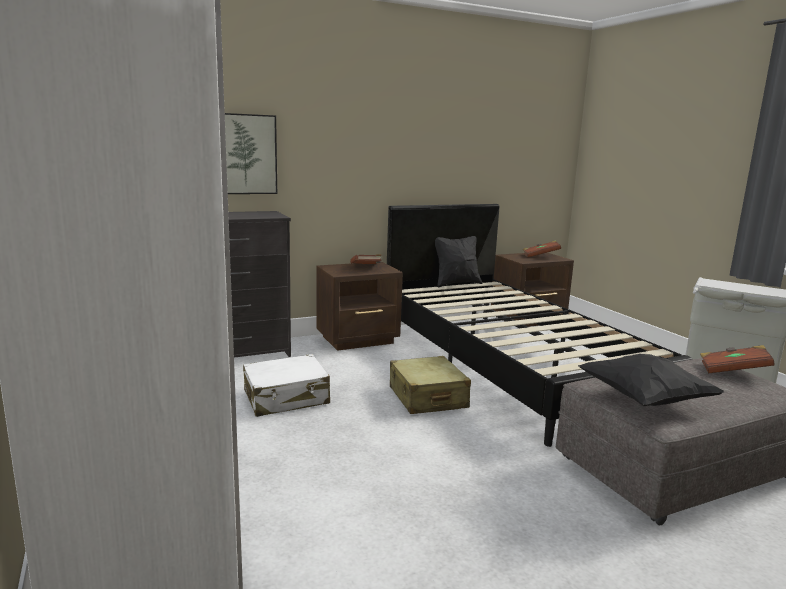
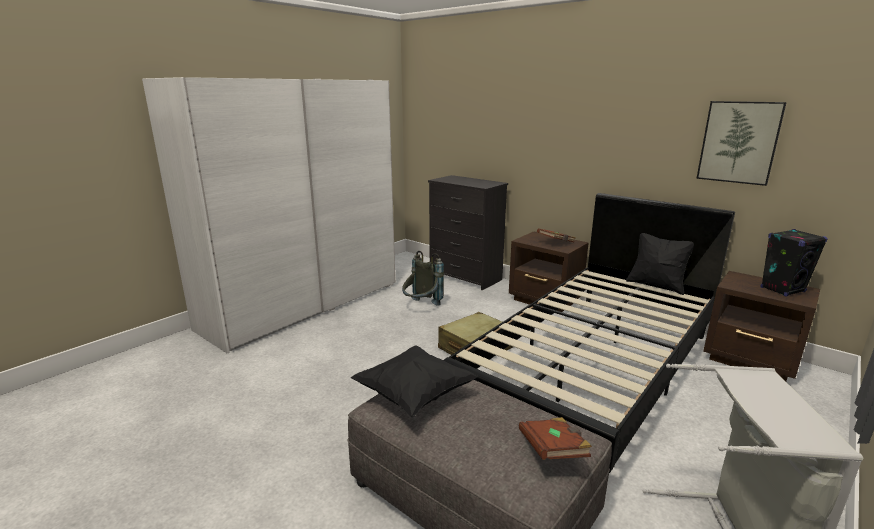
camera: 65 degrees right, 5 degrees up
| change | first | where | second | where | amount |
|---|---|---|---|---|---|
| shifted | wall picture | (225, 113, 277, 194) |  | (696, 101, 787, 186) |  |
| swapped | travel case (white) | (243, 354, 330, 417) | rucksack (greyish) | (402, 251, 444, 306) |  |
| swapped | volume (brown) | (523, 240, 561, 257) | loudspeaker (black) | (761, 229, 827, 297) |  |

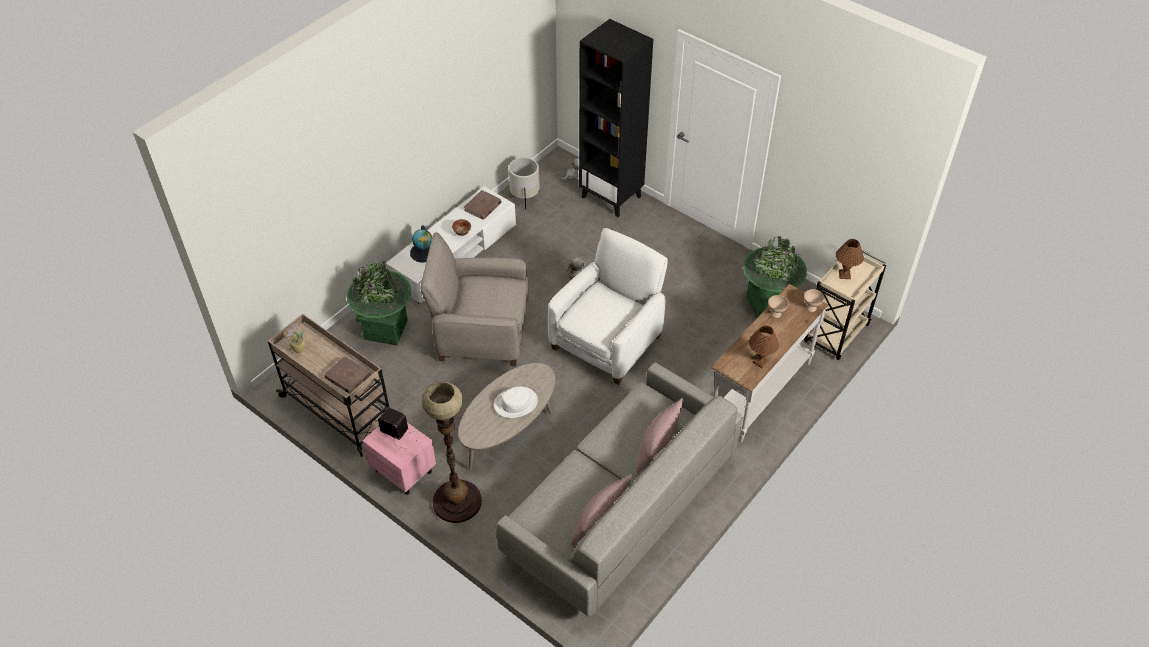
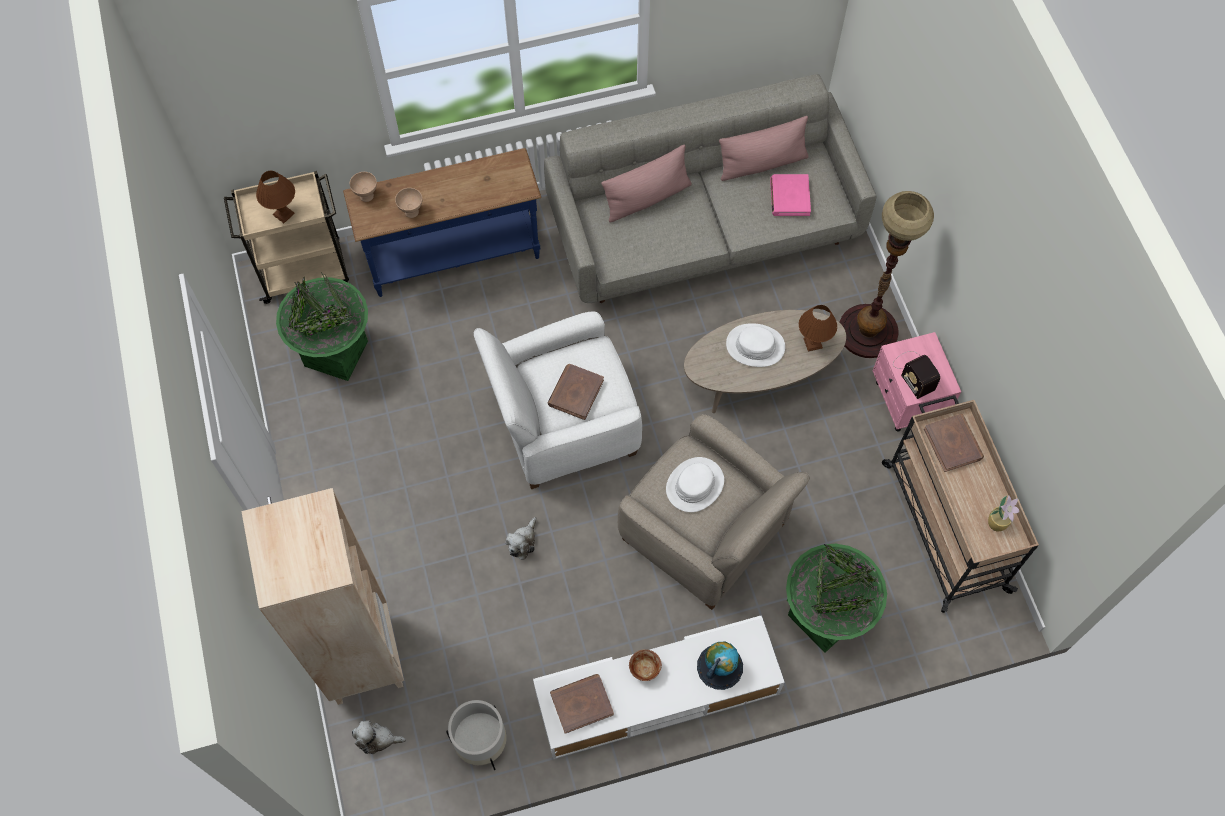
camera: 145 degrees left, 15 degrees up
| change | first | where | second | where | amount |
|---|---|---|---|---|---|
| new |  |  | volume (brown) | (548, 364, 604, 420) |  |
| new |  |  | wearable hat (white) | (666, 457, 724, 512) |  |
| new |  |  | volume (pink-coloured) | (770, 174, 811, 216) |  |
| shifted | table lamp (brown) | (749, 326, 779, 368) |  | (799, 305, 837, 352) |  |
| repainted | shelving unit (black) | (579, 19, 653, 217) | shelving unit (beige-coloured) | (241, 488, 404, 705) |  |
| repainted | hall table (white) | (711, 284, 828, 442) | hall table (blue-coloured) | (343, 148, 541, 297) |  |

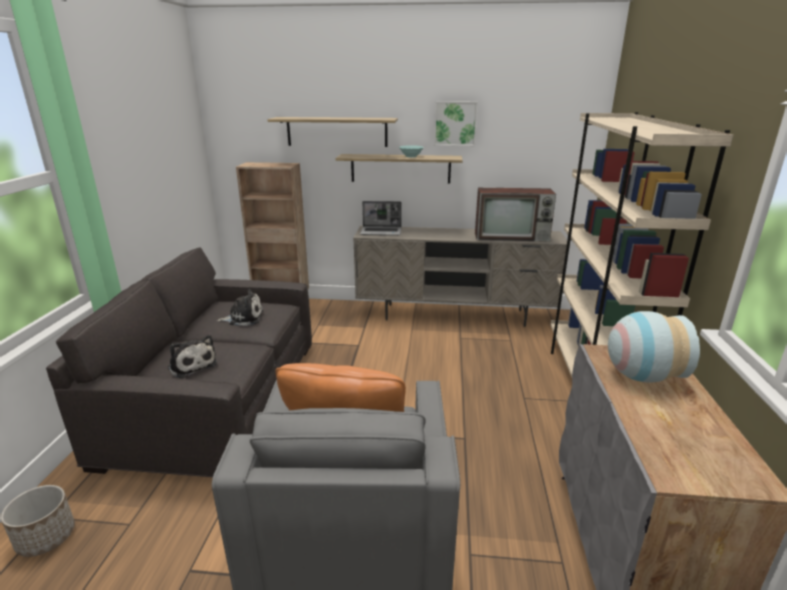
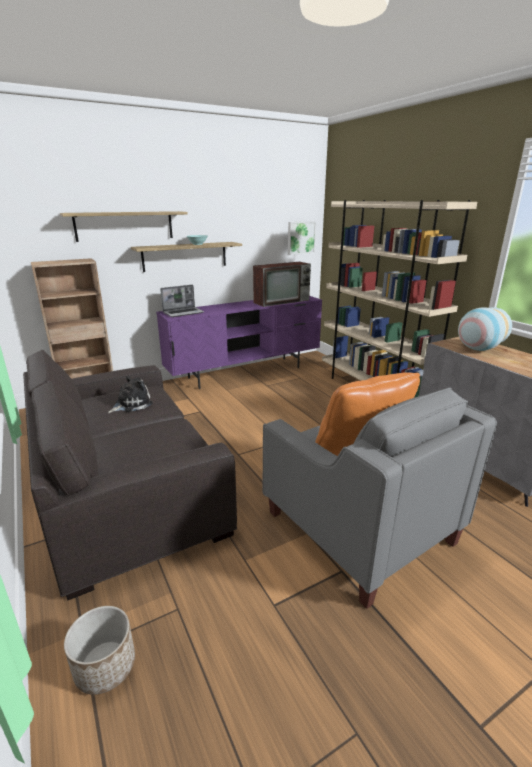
camera: 35 degrees left, 0 degrees up
| change | first | where | second | where | amount |
|---|---|---|---|---|---|
| gone | cuddly toy | (168, 335, 217, 379) |  |  |  |
| shifted | wall picture | (434, 101, 478, 146) |  | (288, 221, 316, 255) |  |
| repainted | media console (beige-coloured) | (353, 226, 567, 327) | media console (purple-coloured) | (156, 296, 322, 389) |  |

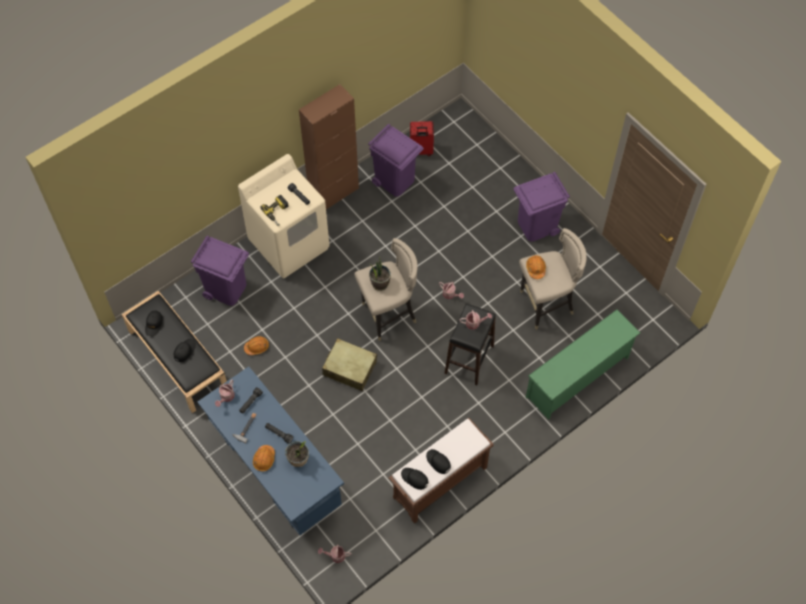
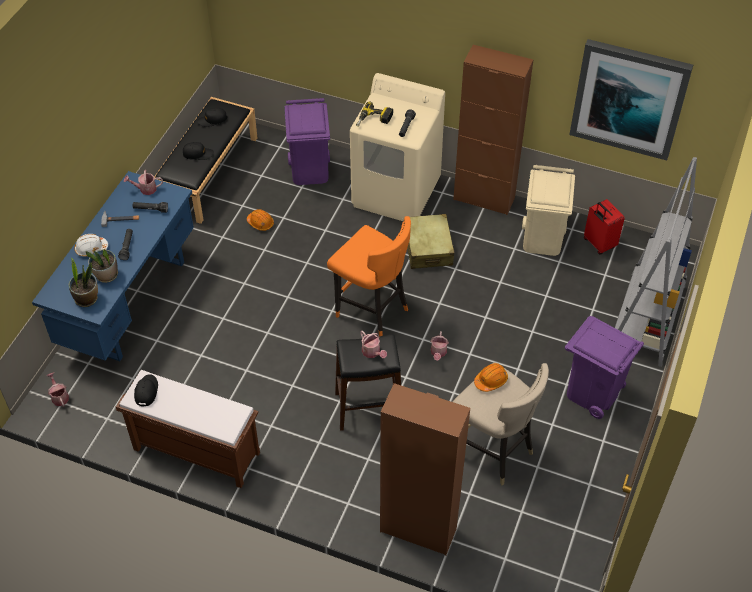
camera: 60 degrees right, 10 degrees down
| change | first | where | second | where | amount |
|---|---|---|---|---|---|
| gone | peaked cap (black) | (426, 449, 451, 474) |  |  |  |
| new |  |  | wall picture | (569, 39, 693, 161) |  |
| new |  |  | shelving unit (greyish) | (615, 157, 697, 367) |  |
| shifted | travel case (beige-coloured) | (322, 338, 377, 391) |  | (407, 214, 454, 269) |  |
| shifted | plant in a pot | (369, 257, 391, 291) |  | (69, 258, 98, 307) |  |
| swapped | shoe shelf (green-coloured) | (526, 309, 640, 420) | storage cabinet (brown) | (380, 383, 470, 555) |  |
| repainted | hard hat (orange-coloured) | (253, 445, 275, 471) | hard hat (white) | (75, 234, 108, 257) |  |
| repainted | stool seat (beige-coloured) | (354, 238, 418, 341) | stool seat (orange-coloured) | (327, 216, 411, 336) |  |
| repainted | waste bin (purple-coloured) | (368, 124, 423, 196) | waste bin (beige-coloured) | (522, 165, 575, 256) |  |

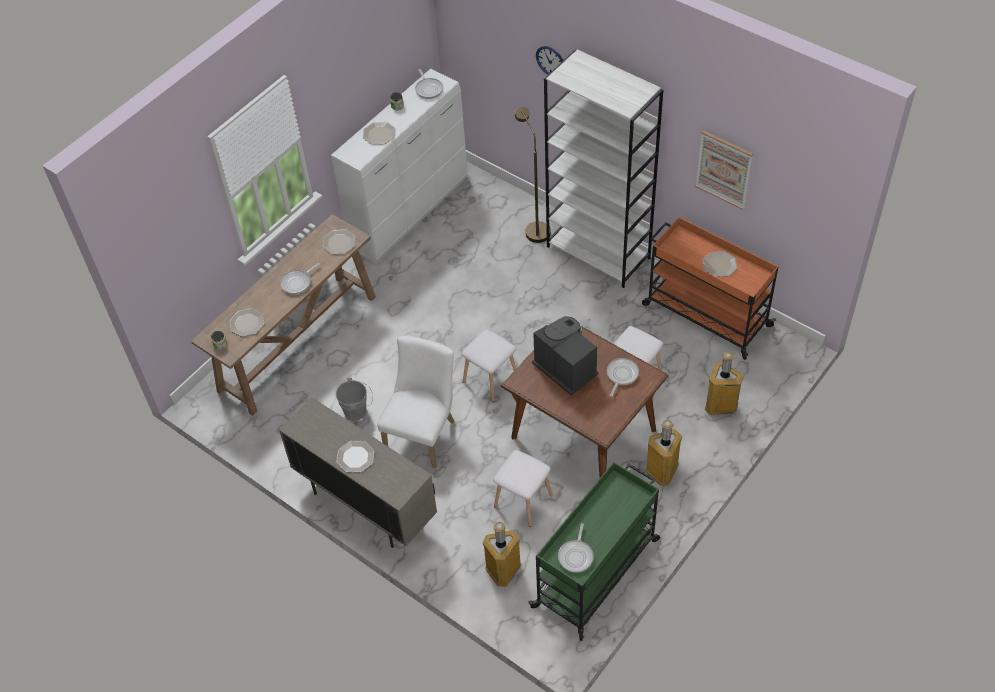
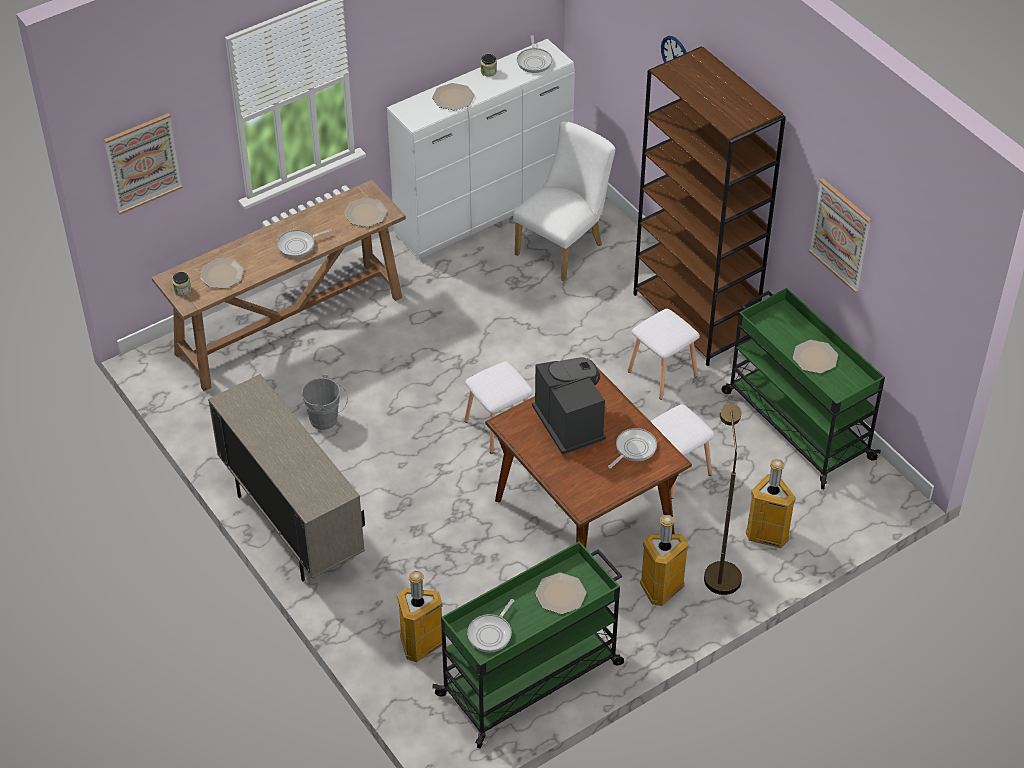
camera: 15 degrees right, 5 degrees down
| change | first | where | second | where | amount |
|---|---|---|---|---|---|
| new |  |  | wall picture | (104, 113, 182, 214) |  |
| shifted | plate | (336, 441, 375, 473) |  | (535, 573, 586, 614) |  |
| shifted | chair (white) | (377, 336, 455, 468) |  | (513, 121, 615, 282) |  |
| shifted | stool seat (white) | (493, 450, 553, 527) |  | (627, 309, 700, 400) |  |
| shifted | floor lamp (brown) | (515, 107, 551, 243) |  | (704, 403, 742, 595) |  |
| repainted | shelving unit (white) | (544, 49, 663, 288) | shelving unit (brown) | (633, 47, 786, 366) |  |
| repainted | cart (orange-coloured) | (642, 217, 778, 360) | cart (green-coloured) | (721, 288, 885, 489) |  |

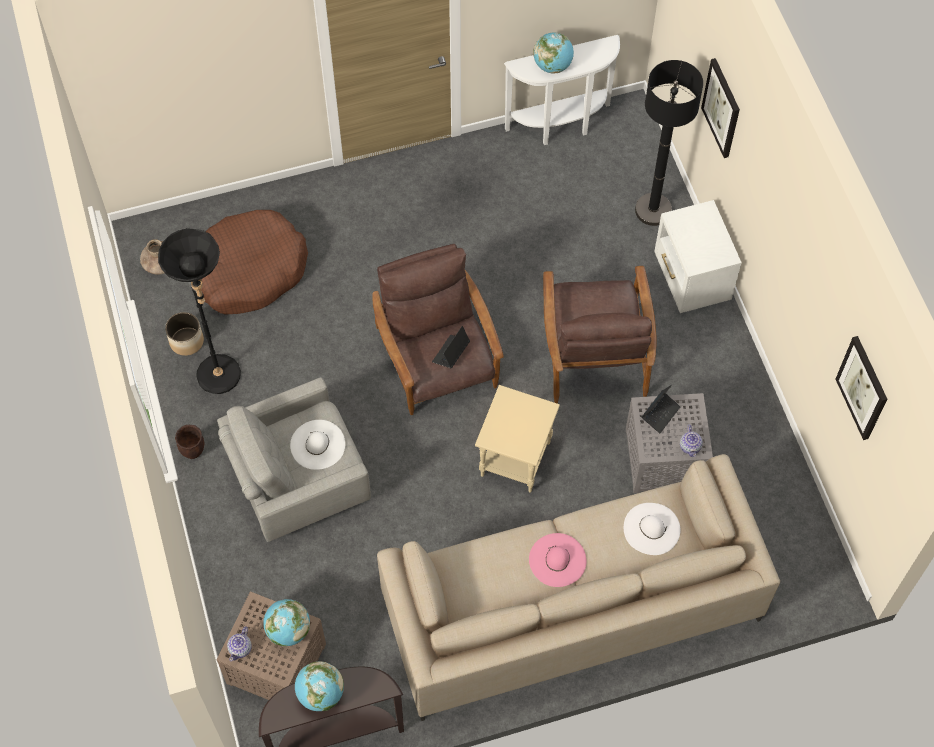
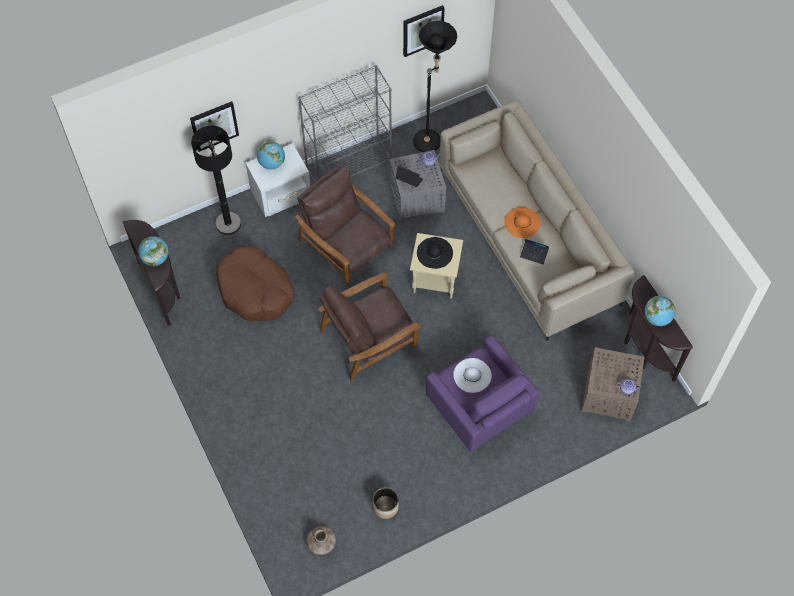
camera: 100 degrees left, 0 degrees up
| change | first | where | second | where | amount |
|---|---|---|---|---|---|
| gone | plant pot (brown) | (175, 425, 205, 459) |  |  |  |
| gone | wearable hat (white) | (624, 503, 680, 555) |  |  |  |
| new |  |  | shelving unit (greyish) | (298, 65, 392, 182) |  |
| new |  |  | wearable hat (black) | (417, 237, 453, 269) |  |
| shifted | floor lamp (black) | (158, 228, 241, 394) |  | (413, 20, 457, 152) |  |
| shifted | dog cushion (brown) | (192, 210, 308, 314) |  | (216, 247, 295, 322) |  |
| shifted | world globe | (263, 599, 310, 646) |  | (257, 141, 285, 170) |  |
| shifted | laptop | (432, 326, 470, 368) |  | (520, 239, 549, 265) |  |
| repainted | lounge chair (greyish) | (217, 378, 371, 542) | lounge chair (purple-coloured) | (426, 335, 539, 452) |  |
| repainted | hall table (white) | (504, 35, 620, 145) | hall table (brown) | (123, 220, 180, 326) |  |
| repainted | wearable hat (pink-coloured) | (529, 533, 587, 587) | wearable hat (orange-coloured) | (504, 207, 541, 238) |  |
| rotated | lounge chair (brown) | (543, 266, 656, 404) |  | (295, 166, 396, 286) | 120 degrees counterclockwise |

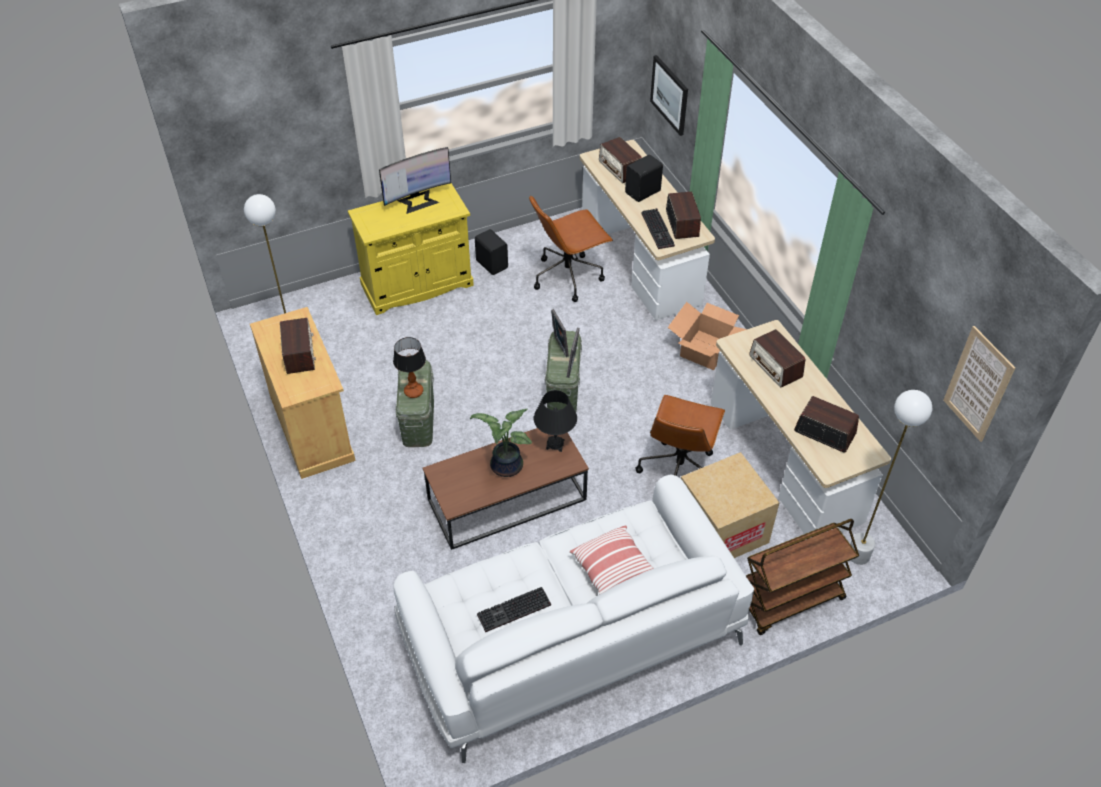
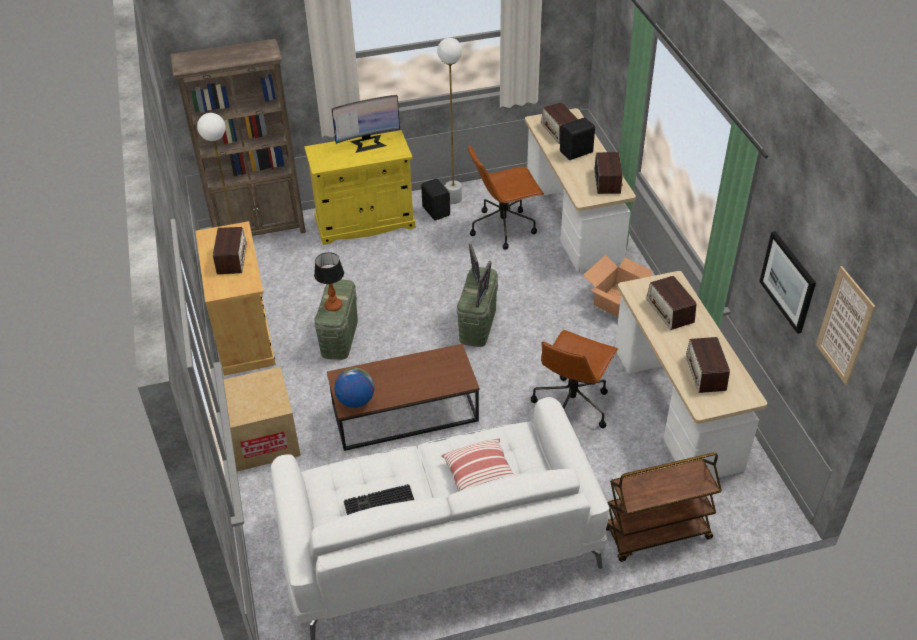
camera: 10 degrees right, 5 degrees down
| change | first | where | second | where | amount |
|---|---|---|---|---|---|
| gone | plant in a pot | (470, 409, 532, 477) |  |  |  |
| gone | table lamp (black) | (534, 390, 577, 452) |  |  |  |
| gone | computer keyboard | (642, 208, 675, 249) |  |  |  |
| new |  |  | shelving unit (brown) | (170, 39, 306, 236) |  |
| new |  |  | world globe | (334, 368, 374, 408) |  |
| shifted | wall picture | (650, 55, 688, 136) |  | (759, 231, 816, 334) |  |
| shifted | carton | (681, 452, 779, 558) |  | (223, 366, 301, 471) |  |
| shifted | floor lamp (white) | (850, 390, 932, 565) |  | (437, 38, 462, 204) |  |
| rotated | radio receiver | (794, 396, 859, 453) |  | (686, 337, 730, 393) | 135 degrees counterclockwise |

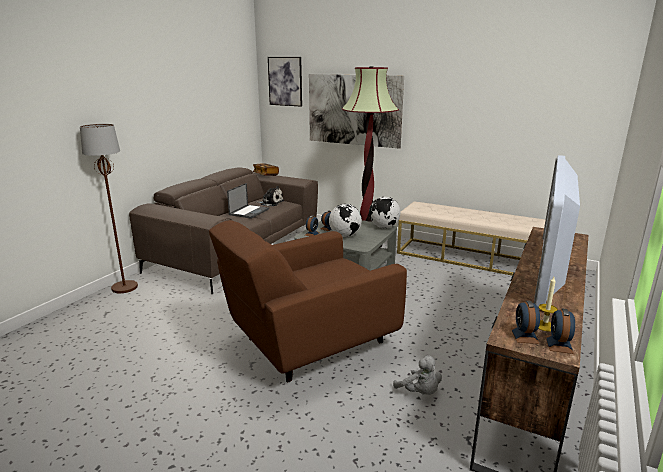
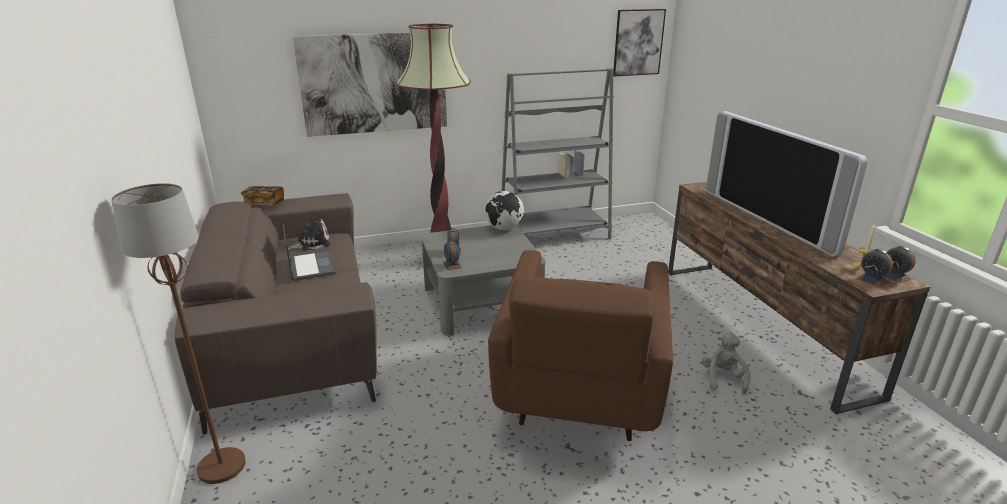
camera: 45 degrees left, 5 degrees up
| change | first | where | second | where | amount |
|---|---|---|---|---|---|
| gone | world globe | (329, 204, 362, 237) |  |  |  |
| shifted | wall picture | (268, 57, 302, 106) |  | (613, 9, 666, 76) |  |
| swapped | long seat (beige-coloured) | (397, 202, 545, 276) | shelving unit (greyish) | (502, 68, 614, 239) |  |
| rotated | cuddly toy (greyish) | (393, 355, 442, 395) |  | (702, 332, 750, 394) | 90 degrees counterclockwise |

